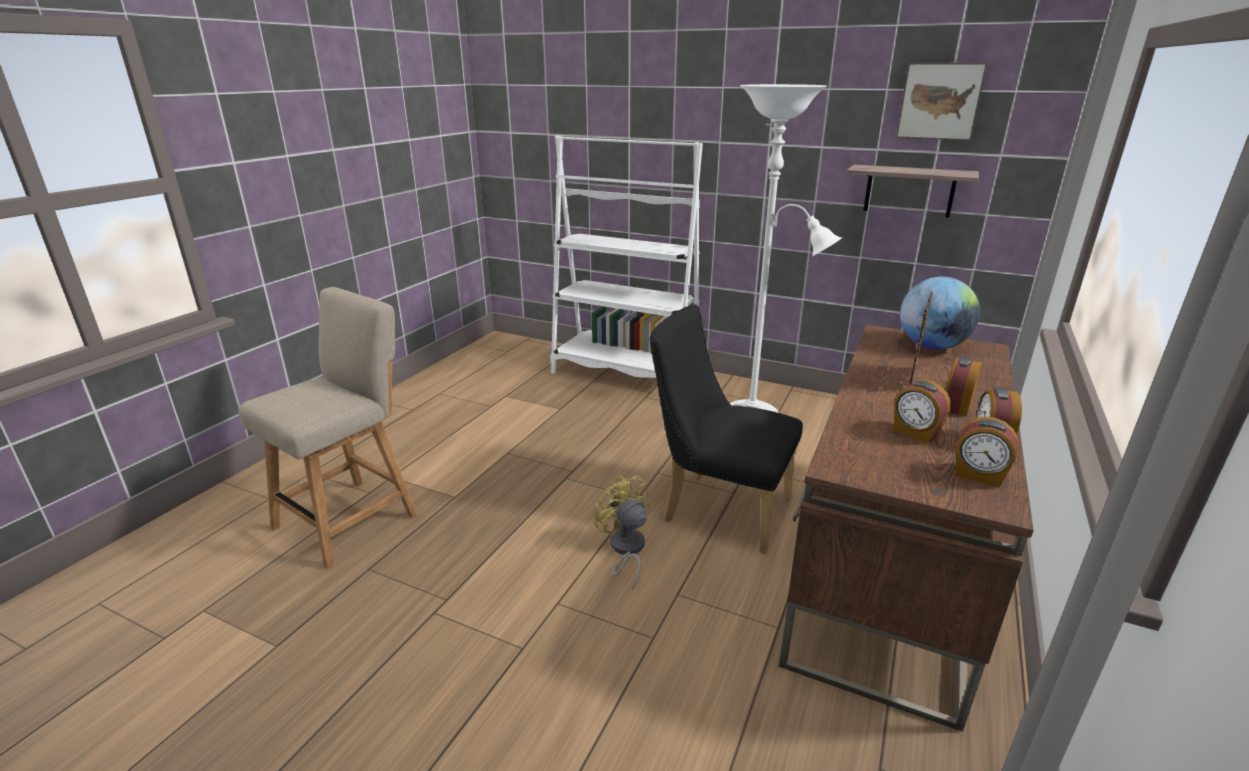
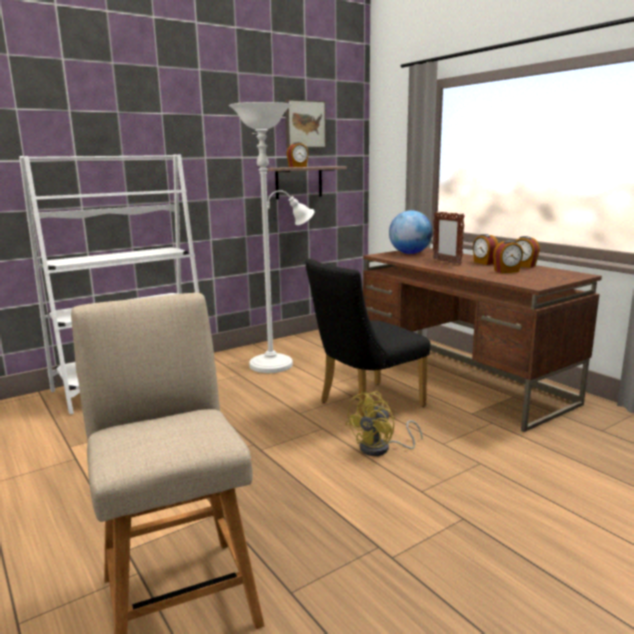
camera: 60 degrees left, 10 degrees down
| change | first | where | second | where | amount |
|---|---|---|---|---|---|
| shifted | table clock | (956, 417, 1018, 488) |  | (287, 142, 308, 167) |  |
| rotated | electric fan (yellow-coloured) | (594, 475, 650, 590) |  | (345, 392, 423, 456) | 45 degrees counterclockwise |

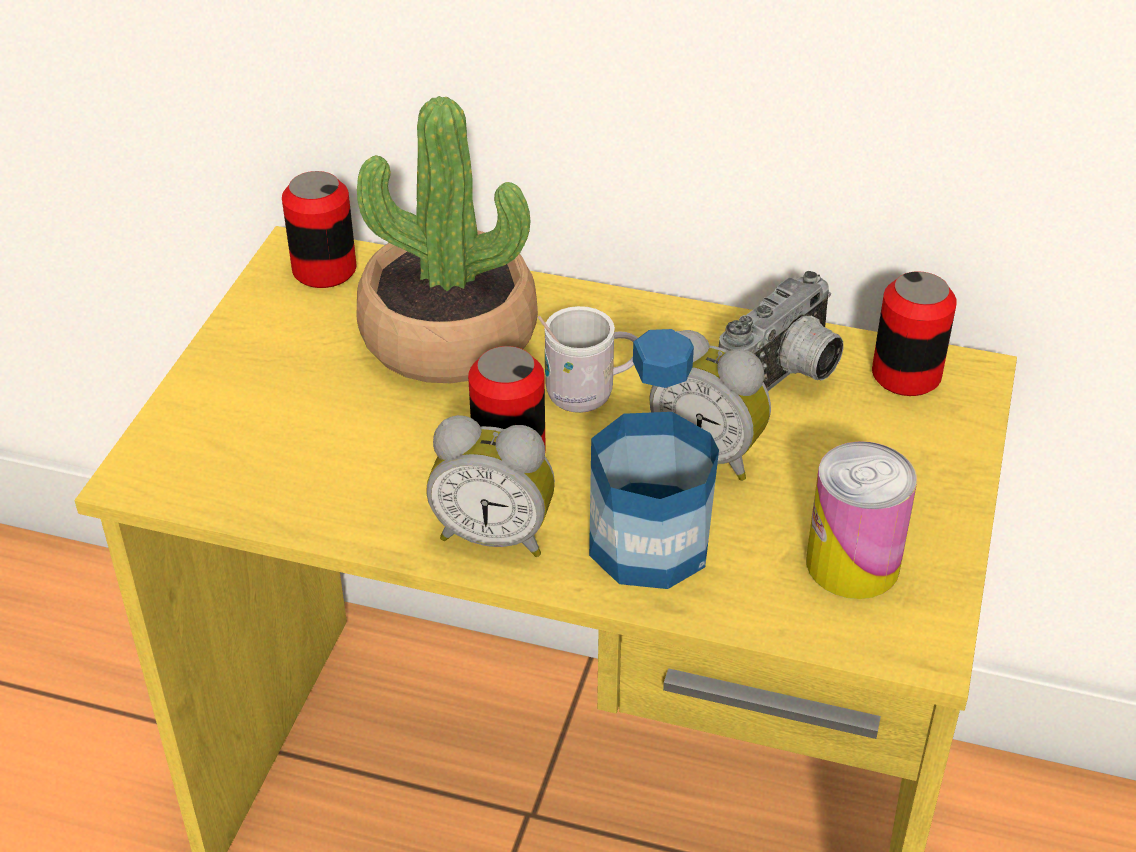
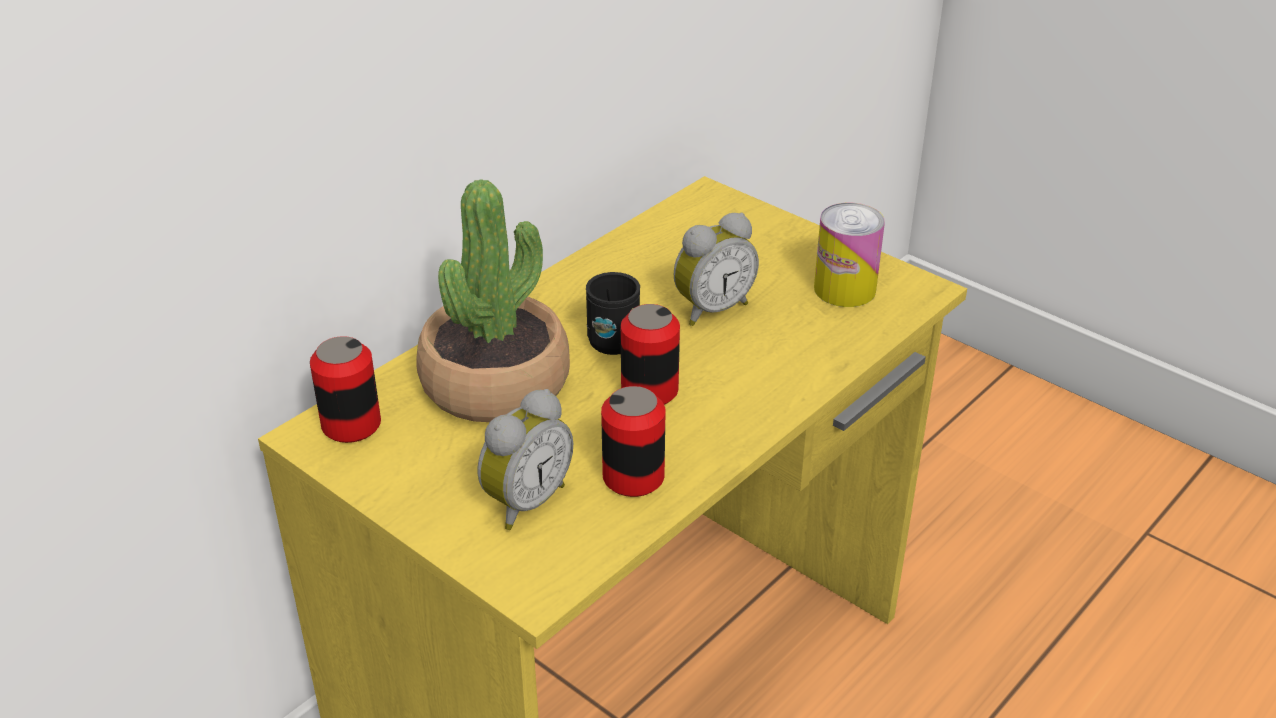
camera: 65 degrees left, 5 degrees down
| change | first | where | second | where | amount |
|---|---|---|---|---|---|
| gone | bottle | (589, 329, 719, 589) |  |  |  |
| gone | photo camera | (719, 271, 844, 391) |  |  |  |
| shifted | table clock | (426, 415, 555, 557) |  | (478, 389, 573, 530) |  |
| shifted | can | (872, 271, 957, 396) |  | (601, 386, 665, 497) |  |
| repainted | coffee mug (white) | (538, 306, 638, 413) | coffee mug (black) | (586, 272, 640, 355) |  |

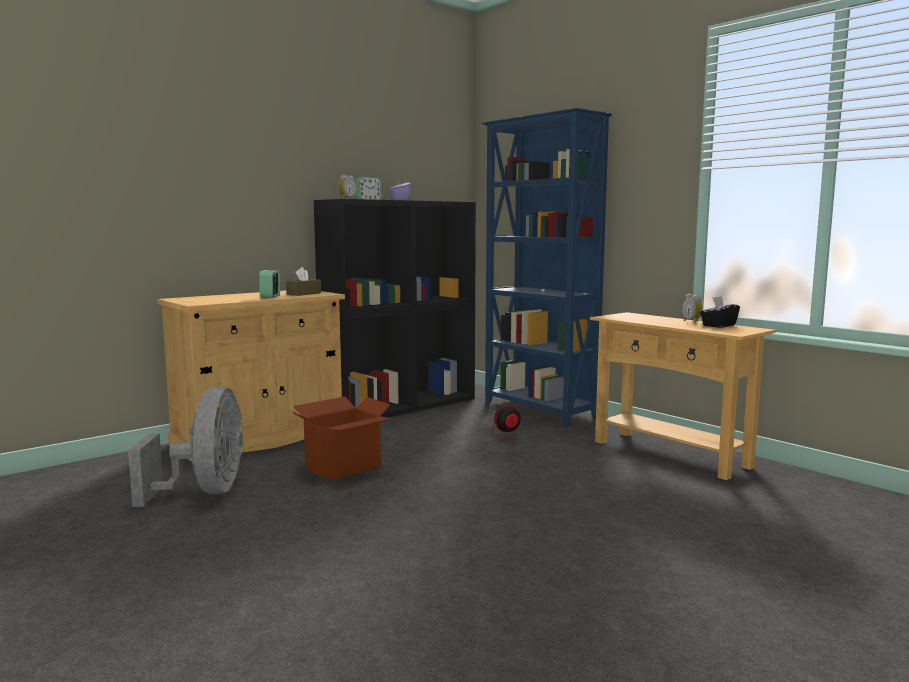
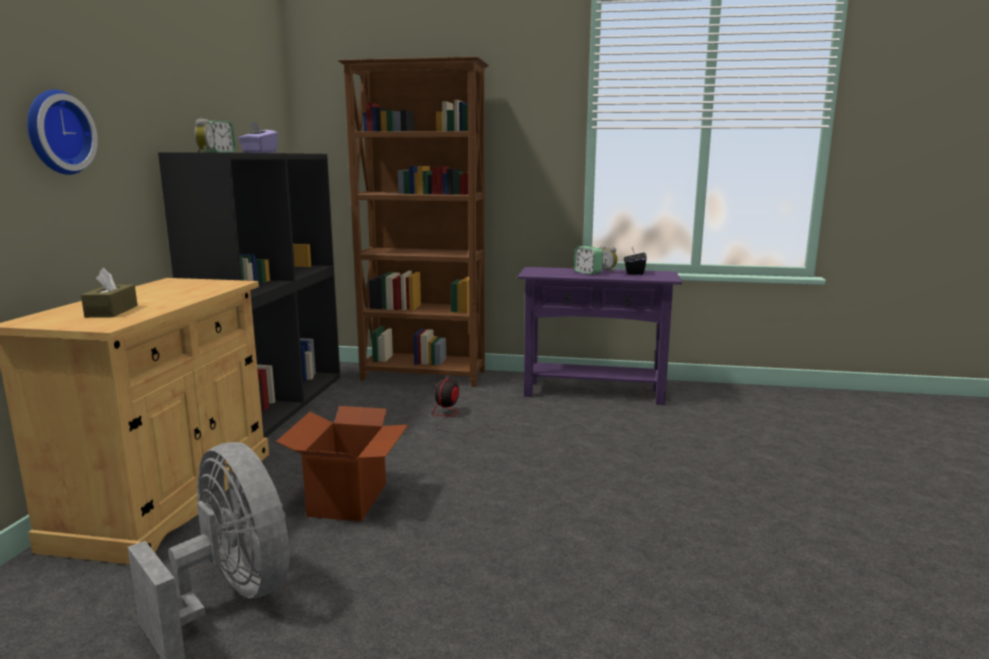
camera: 40 degrees left, 5 degrees up
| change | first | where | second | where | amount |
|---|---|---|---|---|---|
| new |  |  | wall clock | (27, 89, 98, 175) |  |
| shifted | table clock | (259, 270, 280, 298) |  | (574, 246, 603, 275) |  |
| shifted | tissue holder (brown) | (286, 267, 321, 296) |  | (81, 268, 138, 318) |  |
| repainted | shelving unit (blue-coloured) | (482, 108, 613, 426) | shelving unit (brown) | (338, 57, 489, 387) |  |
| repainted | hall table (beige-coloured) | (590, 312, 776, 480) | hall table (purple-coloured) | (517, 267, 682, 405) |  |

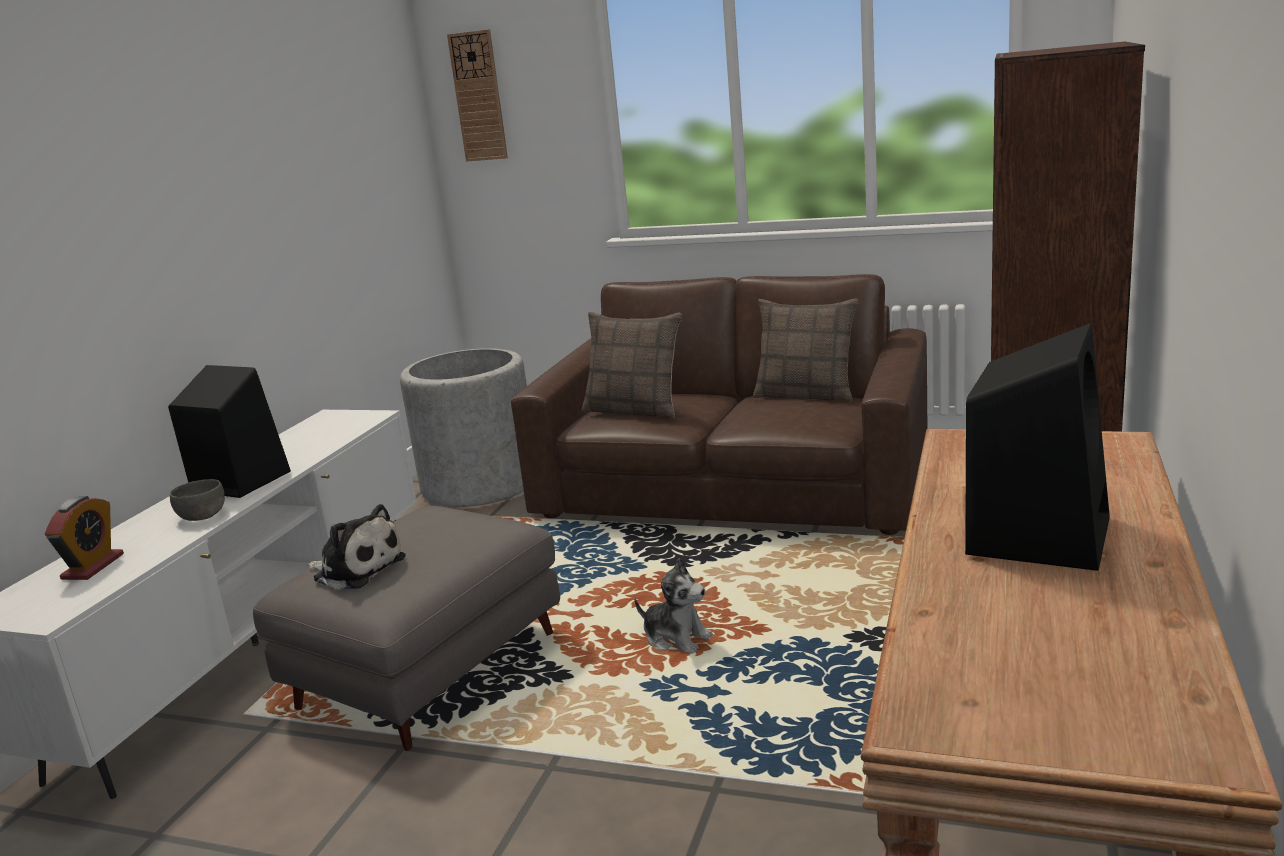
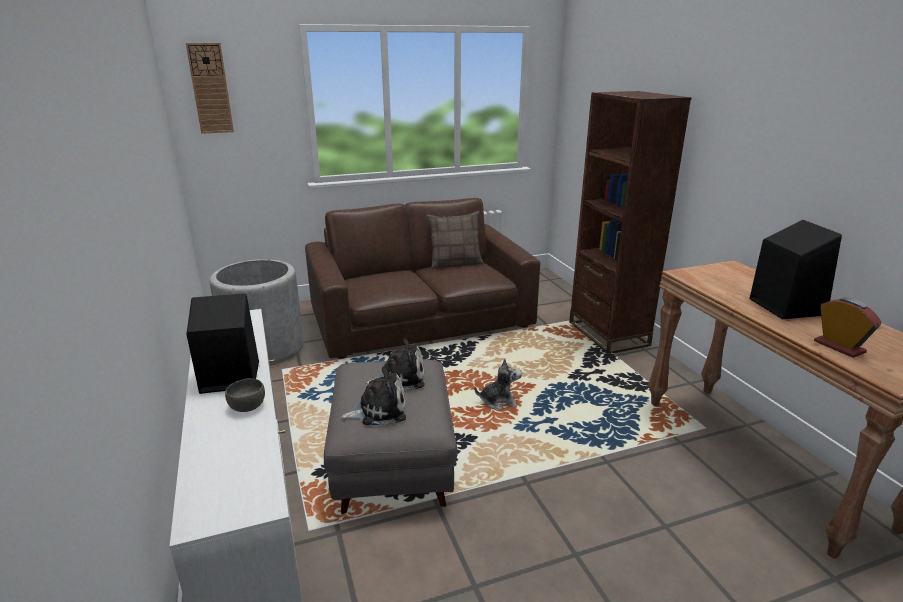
camera: 40 degrees left, 5 degrees up
| change | first | where | second | where | amount |
|---|---|---|---|---|---|
| gone | throw pillow | (582, 312, 682, 418) |  |  |  |
| new |  |  | cuddly toy | (365, 339, 425, 391) |  |
| shifted | table clock | (45, 496, 124, 580) |  | (814, 298, 882, 358) |  |

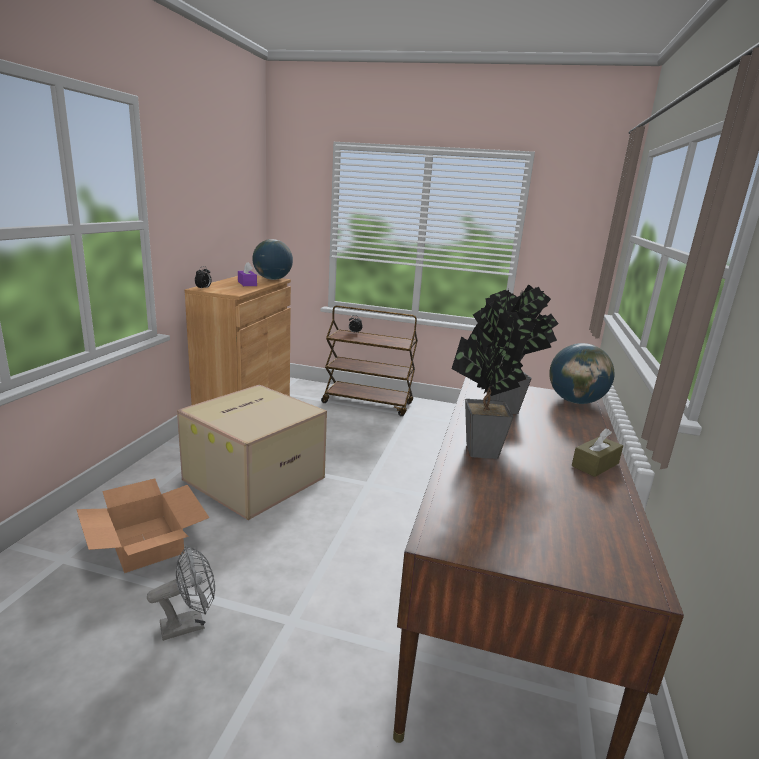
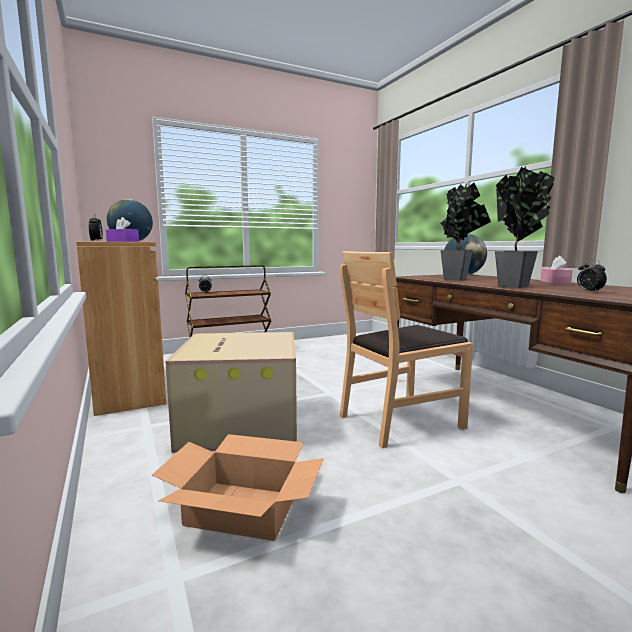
camera: 40 degrees left, 10 degrees down
| change | first | where | second | where | amount |
|---|---|---|---|---|---|
| gone | electric fan (greyish) | (147, 546, 215, 641) |  |  |  |
| new |  |  | chair (brown) | (340, 251, 473, 448) |  |
| new |  |  | table clock | (577, 260, 607, 293) |  |
| repainted | tissue holder (brown) | (572, 428, 623, 477) | tissue holder (pink-coloured) | (540, 256, 573, 284) |  |

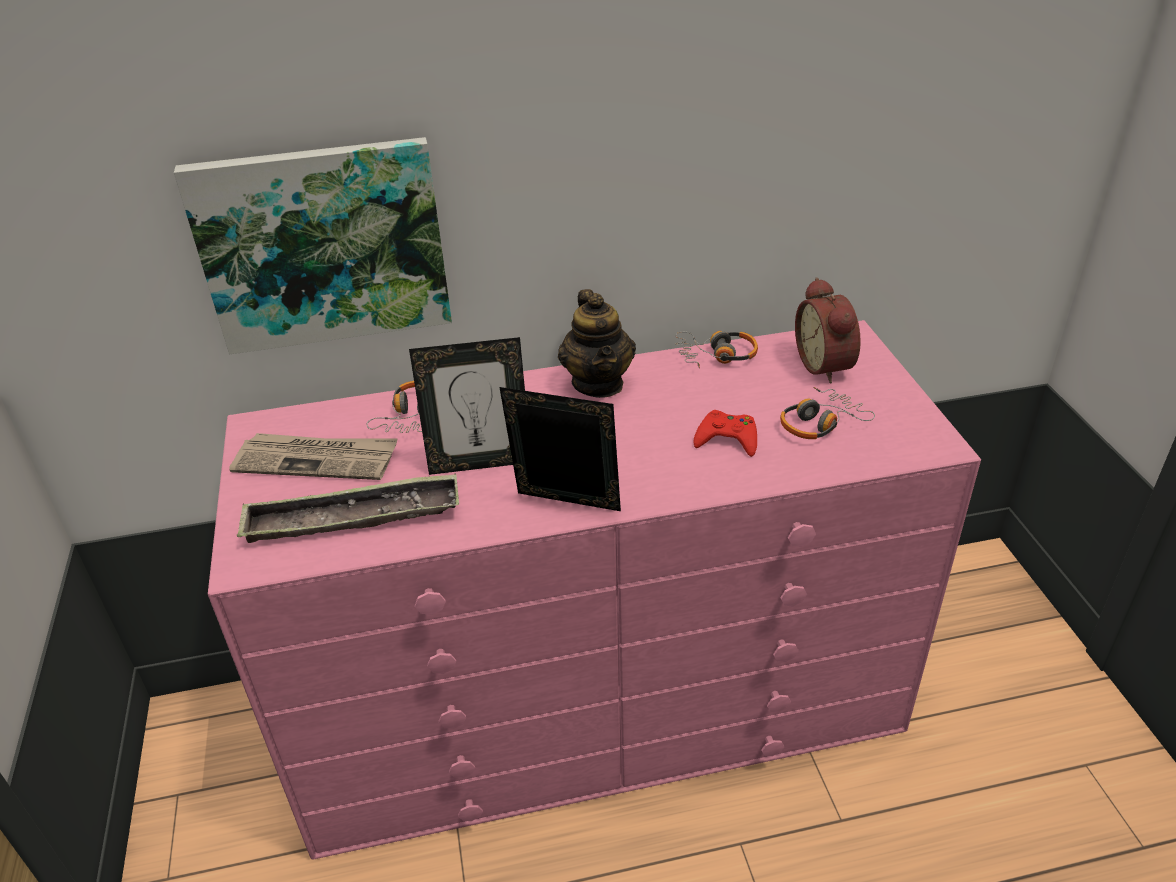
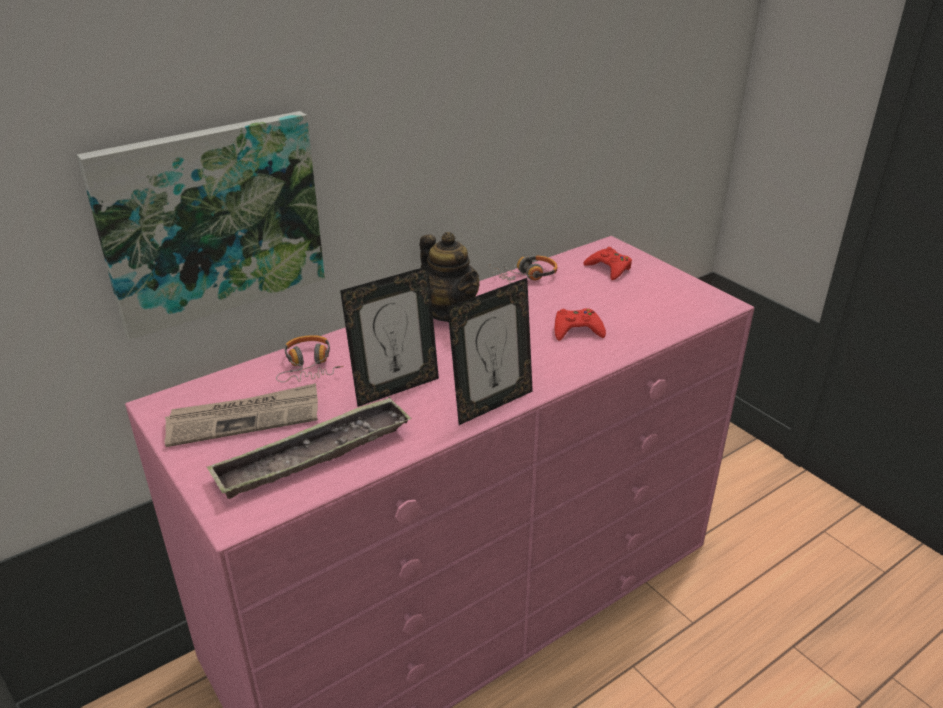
camera: 25 degrees left, 5 degrees down
| change | first | where | second | where | amount |
|---|---|---|---|---|---|
| gone | pair of headphones | (780, 387, 875, 439) |  |  |  |
| swapped | table clock | (795, 277, 861, 383) | gamepad (reddish) | (583, 247, 632, 280) |  |
| rotated | picture frame | (499, 387, 621, 511) |  | (447, 278, 533, 425) | 150 degrees clockwise |

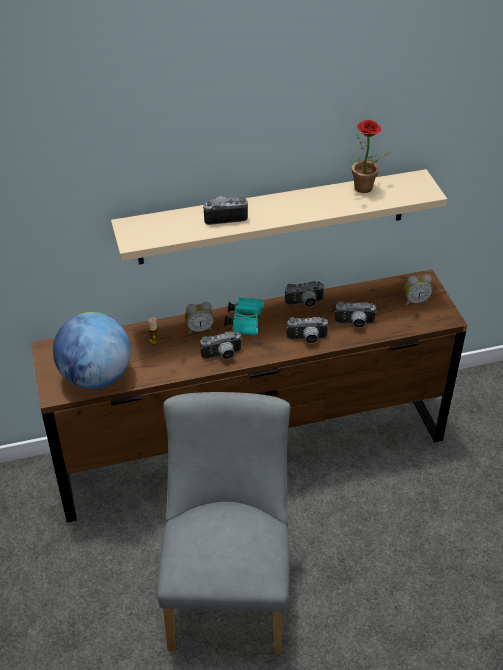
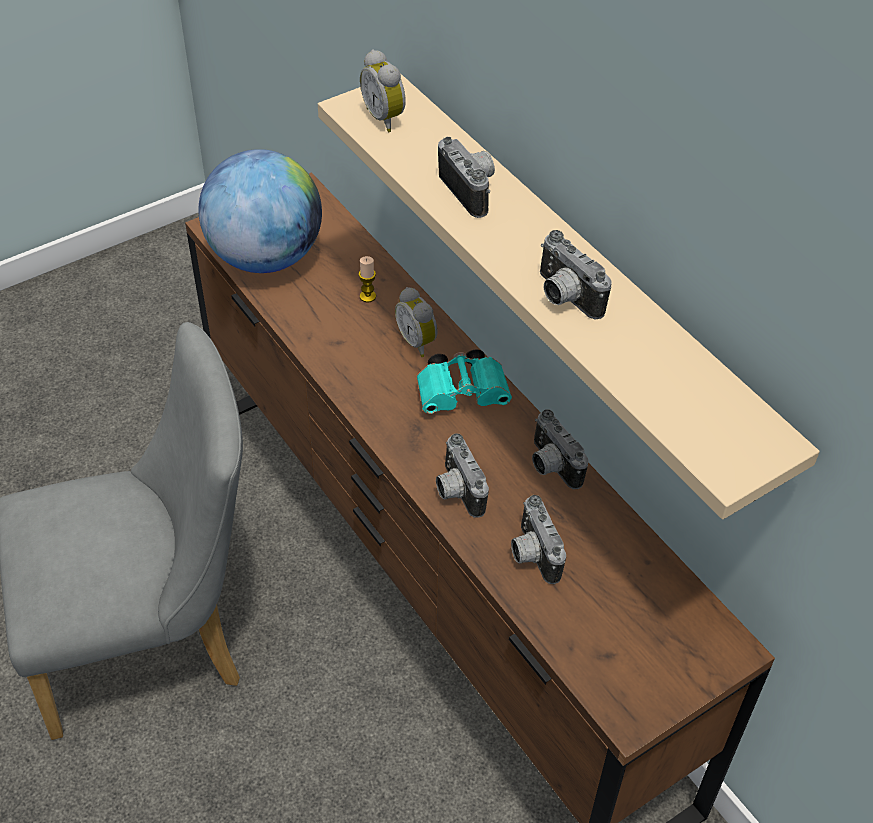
camera: 70 degrees right, 5 degrees up
| change | first | where | second | where | amount |
|---|---|---|---|---|---|
| gone | plant in a pot | (351, 120, 392, 193) |  |  |  |
| shifted | photo camera | (200, 331, 242, 360) |  | (540, 230, 612, 319) |  |
| shifted | table clock | (404, 274, 433, 306) |  | (360, 49, 406, 132) |  |

